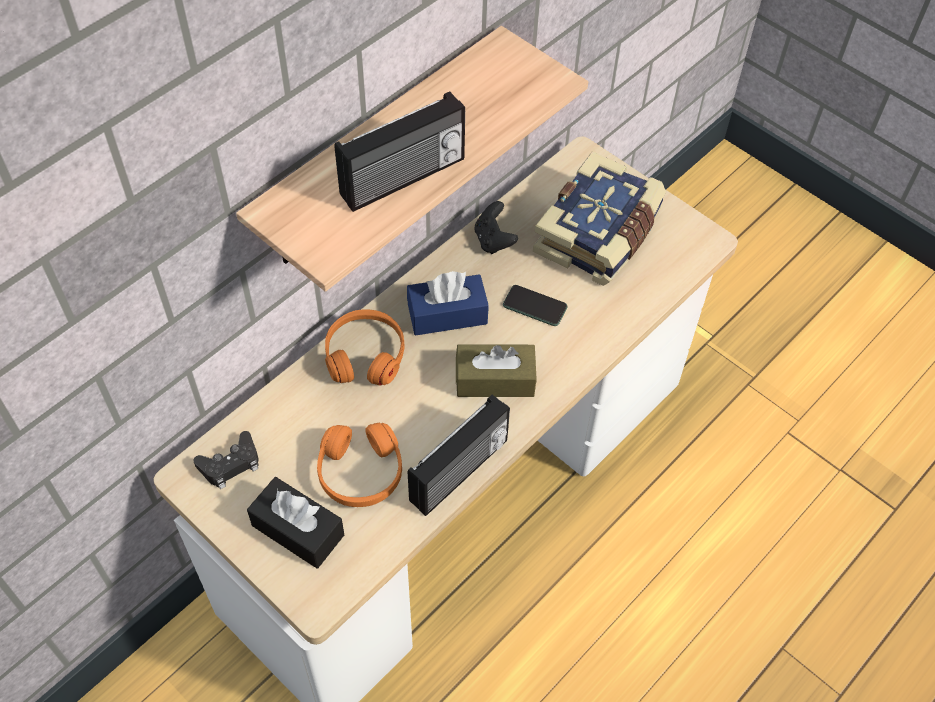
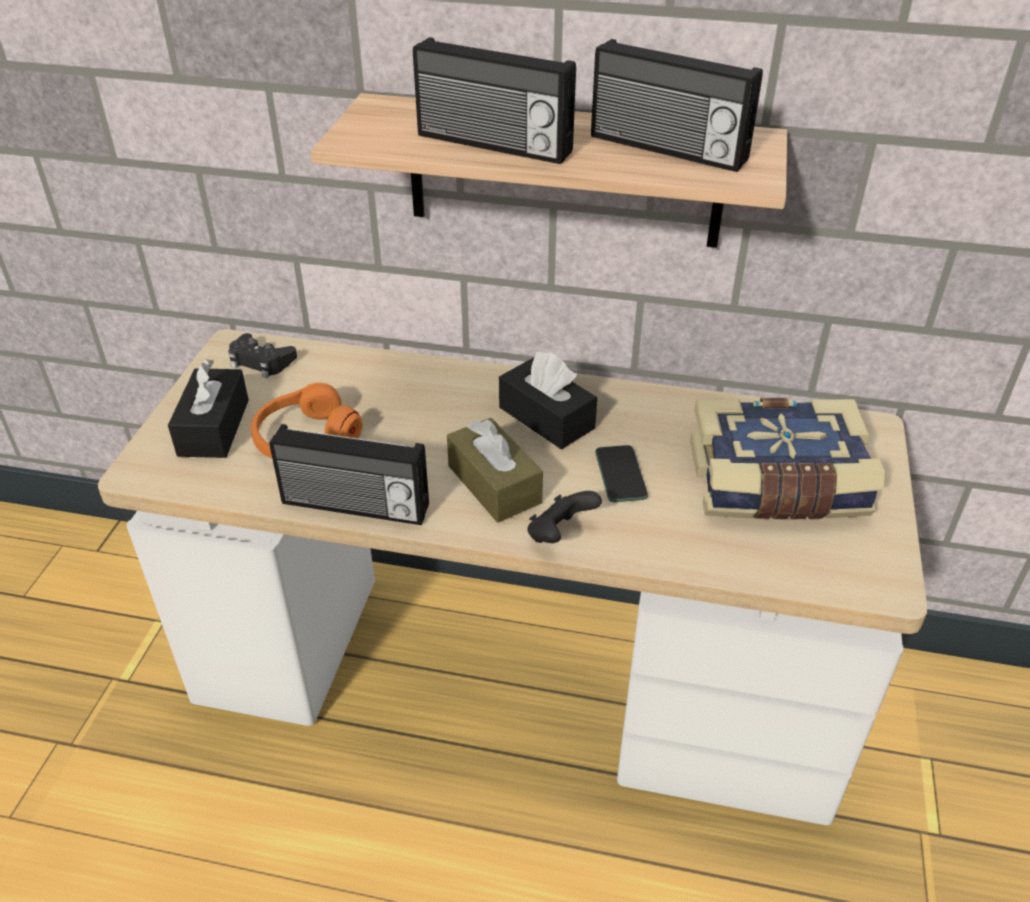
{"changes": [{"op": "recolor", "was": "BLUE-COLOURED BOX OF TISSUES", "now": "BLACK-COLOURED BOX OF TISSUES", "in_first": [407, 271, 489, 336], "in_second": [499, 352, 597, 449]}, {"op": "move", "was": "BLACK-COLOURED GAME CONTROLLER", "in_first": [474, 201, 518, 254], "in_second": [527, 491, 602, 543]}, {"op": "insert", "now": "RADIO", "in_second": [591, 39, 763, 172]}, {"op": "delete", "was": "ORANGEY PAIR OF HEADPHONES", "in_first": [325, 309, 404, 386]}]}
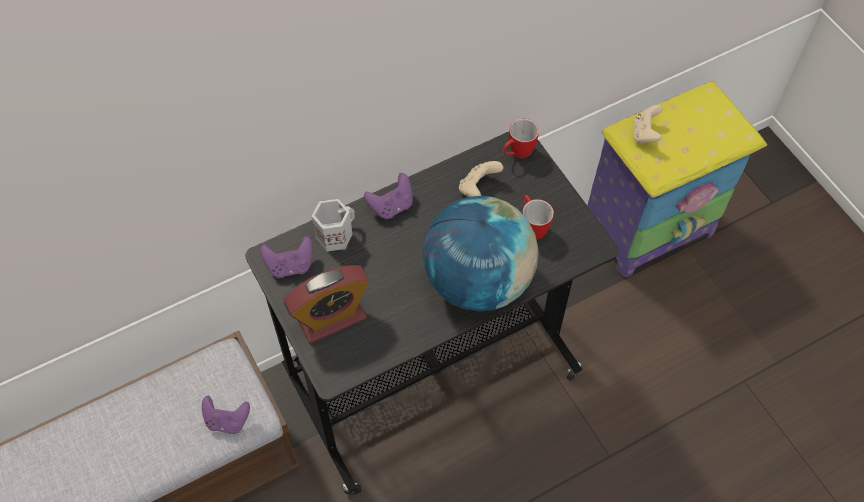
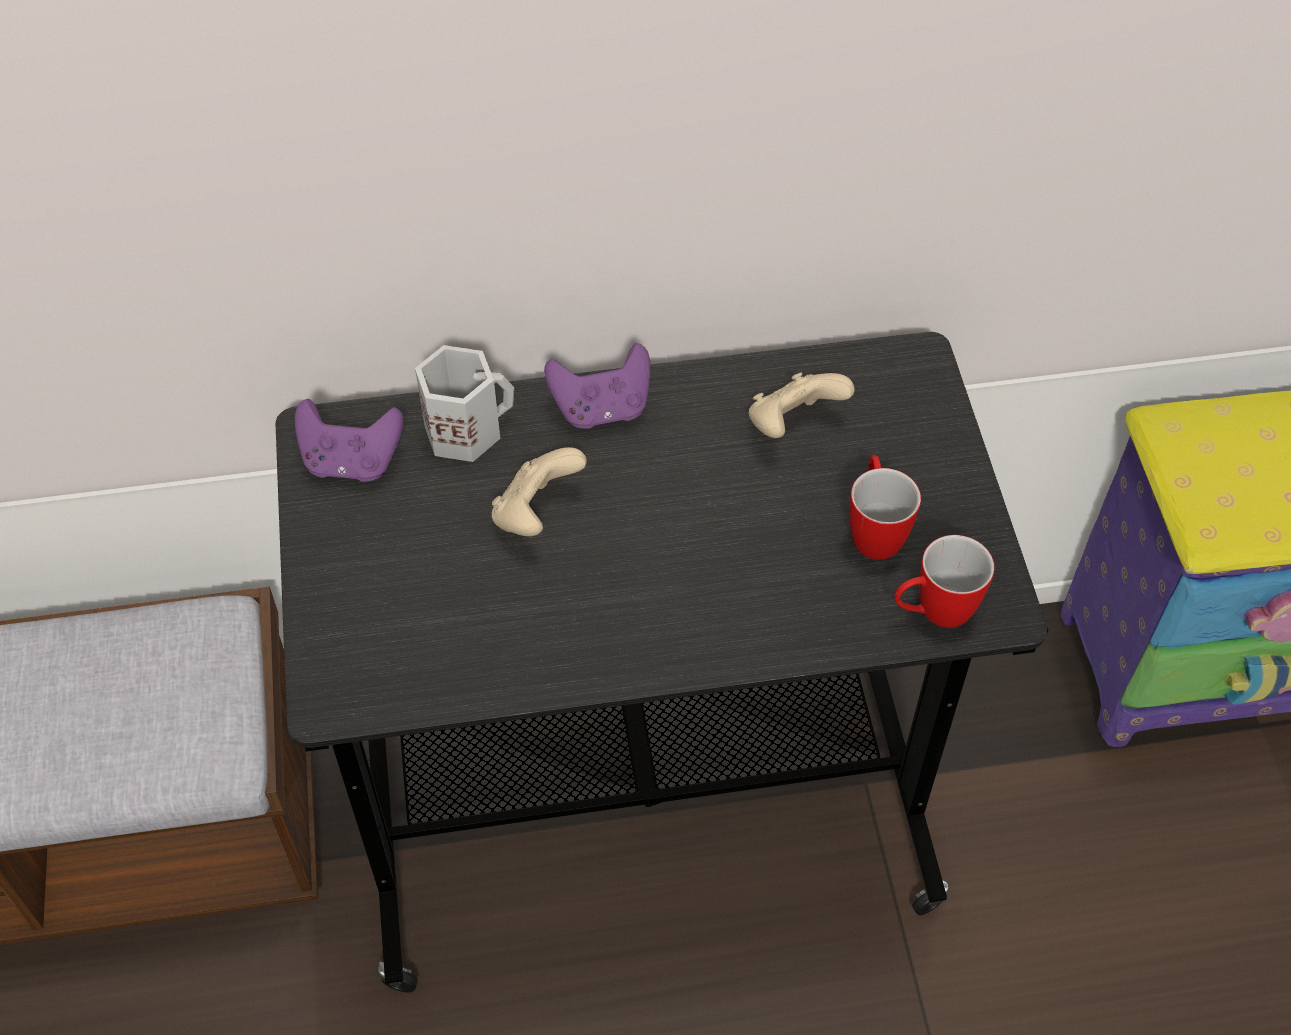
{"changes": [{"op": "move", "was": "BEIGE-COLOURED GAME CONTROLLER", "in_first": [633, 105, 663, 144], "in_second": [492, 447, 587, 536]}, {"op": "move", "was": "COFFEE MUG", "in_first": [503, 119, 539, 158], "in_second": [894, 535, 995, 628]}, {"op": "delete", "was": "PURPLE GAME CONTROLLER", "in_first": [202, 396, 250, 434]}, {"op": "delete", "was": "BEDSIDE CLOCK", "in_first": [283, 265, 369, 344]}, {"op": "delete", "was": "DESK GLOBE", "in_first": [423, 196, 539, 312]}]}
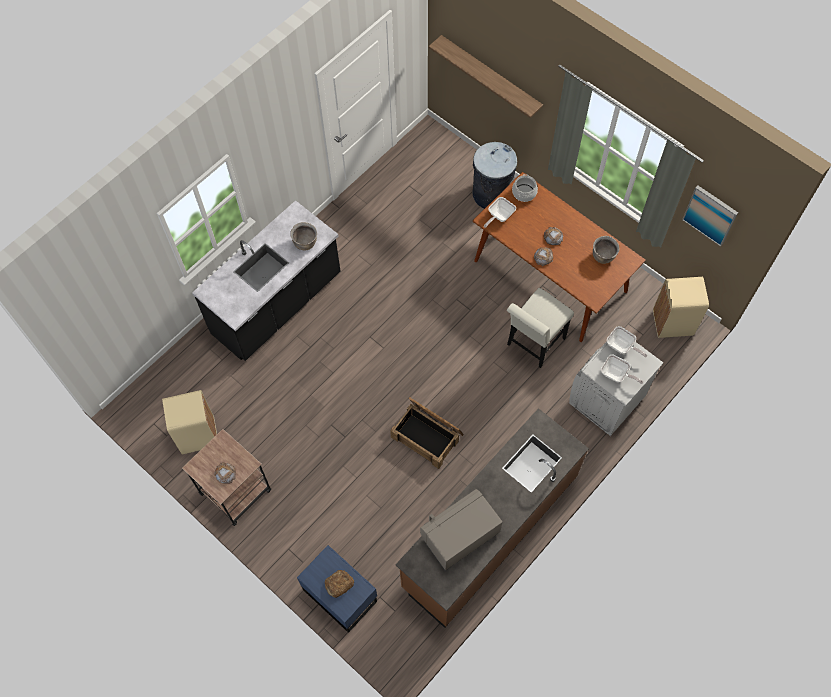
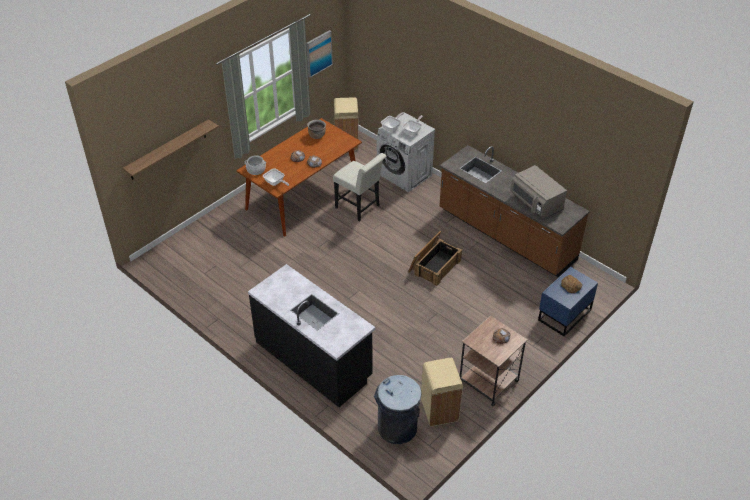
{"changes": [{"op": "move", "was": "GREY WASTE BIN", "in_first": [473, 142, 517, 209], "in_second": [374, 375, 422, 444]}, {"op": "delete", "was": "BROWNISH COOKING POT", "in_first": [290, 222, 317, 251]}]}
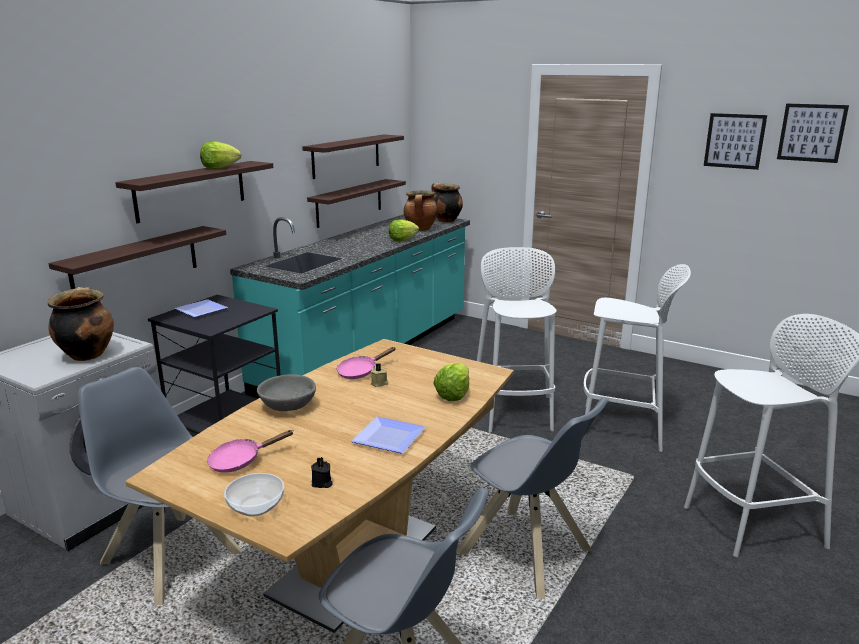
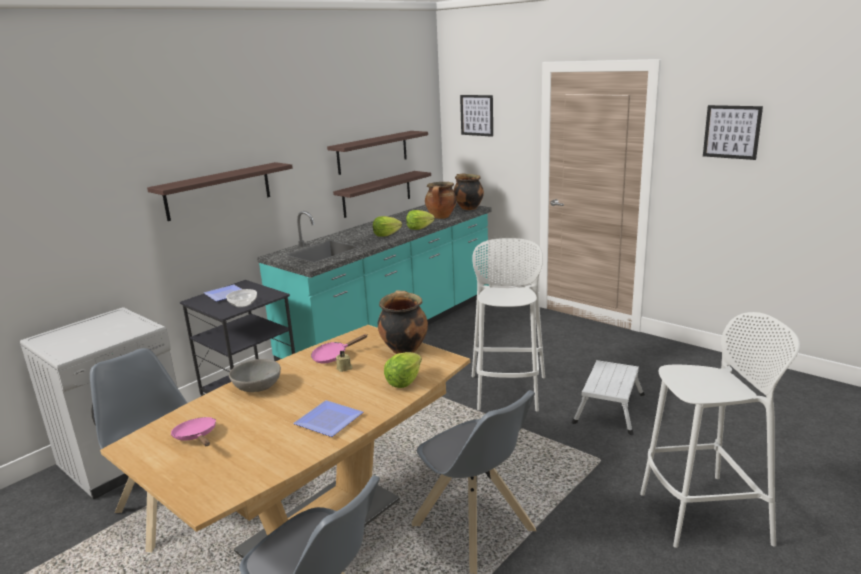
{"changes": [{"op": "rotate", "was": "PINK PAN", "in_first": [207, 430, 294, 473], "in_second": [171, 417, 216, 447], "clockwise": 75}, {"op": "move", "was": "DEEP DISH", "in_first": [224, 473, 284, 517], "in_second": [226, 289, 257, 307]}, {"op": "move", "was": "HEAD OF LETTUCE", "in_first": [200, 141, 241, 169], "in_second": [373, 216, 402, 237]}, {"op": "move", "was": "COOKING POT", "in_first": [48, 287, 114, 361], "in_second": [378, 290, 428, 354]}, {"op": "move", "was": "WALL ART", "in_first": [777, 104, 849, 163], "in_second": [460, 95, 493, 137]}, {"op": "replace", "was": "WHITE SITTING STOOL", "now": "WHITE STEP STOOL", "in_first": [583, 264, 691, 452], "in_second": [571, 360, 645, 436]}, {"op": "delete", "was": "BRACKET SHELF", "in_first": [49, 226, 226, 289]}, {"op": "delete", "was": "BLACK-COLOURED WAX LIGHT", "in_first": [311, 457, 333, 488]}]}
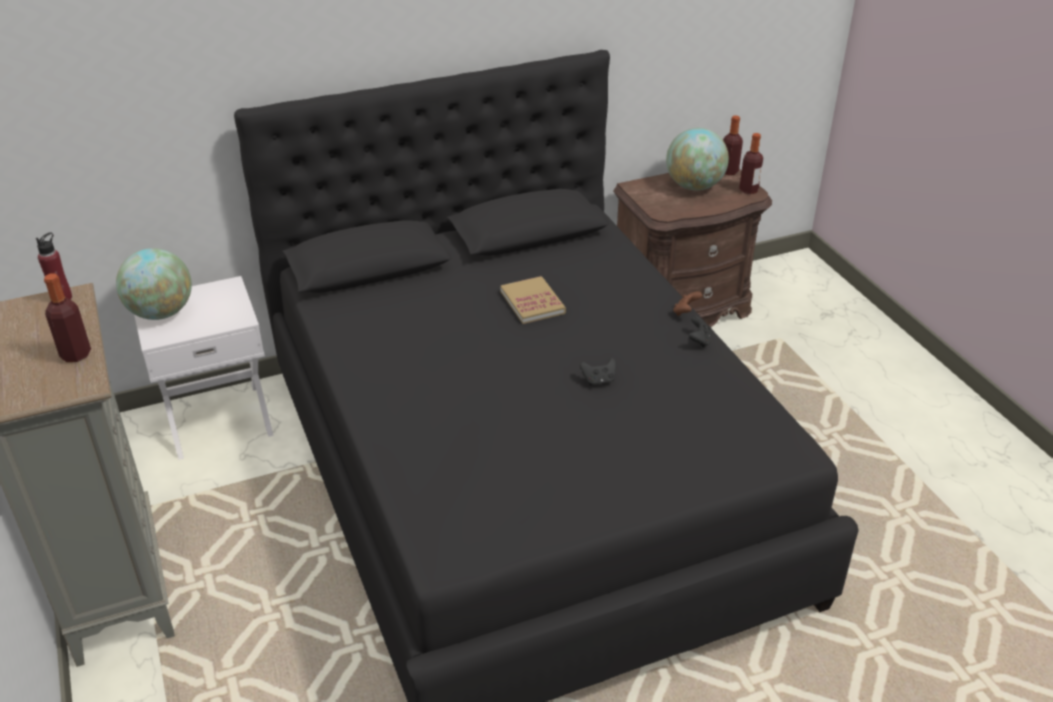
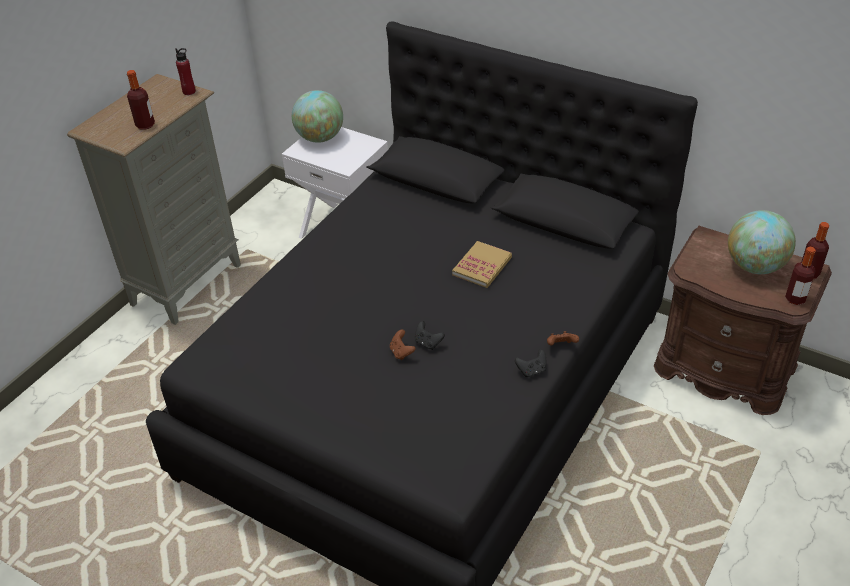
{"changes": [{"op": "insert", "now": "BROWNISH GAME CONTROLLER", "in_second": [390, 329, 415, 360]}]}
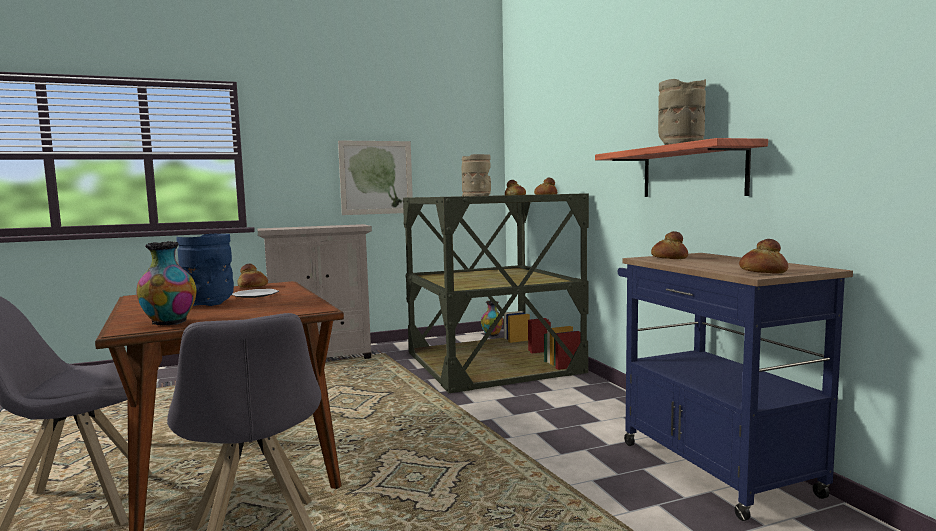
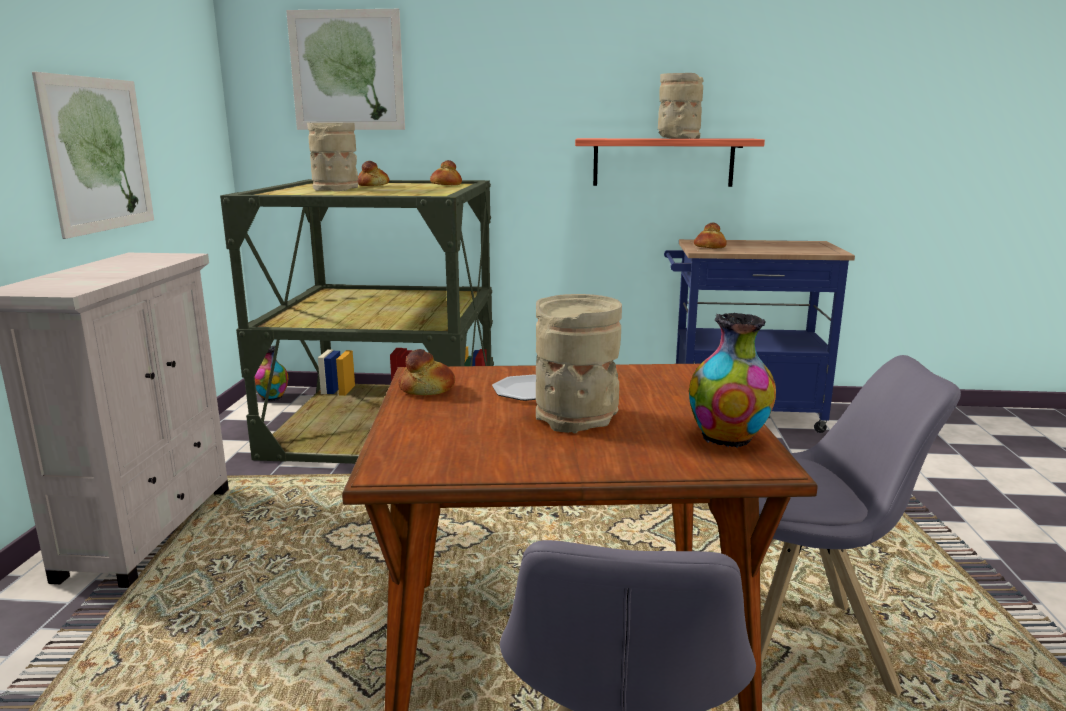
{"changes": [{"op": "insert", "now": "WALL ART", "in_second": [286, 9, 405, 130]}, {"op": "recolor", "was": "BLUE-COLOURED DECORATIVE VASE", "now": "BEIGE-COLOURED DECORATIVE VASE", "in_first": [176, 234, 234, 306], "in_second": [536, 294, 622, 433]}, {"op": "delete", "was": "BREAD", "in_first": [739, 239, 788, 274]}]}
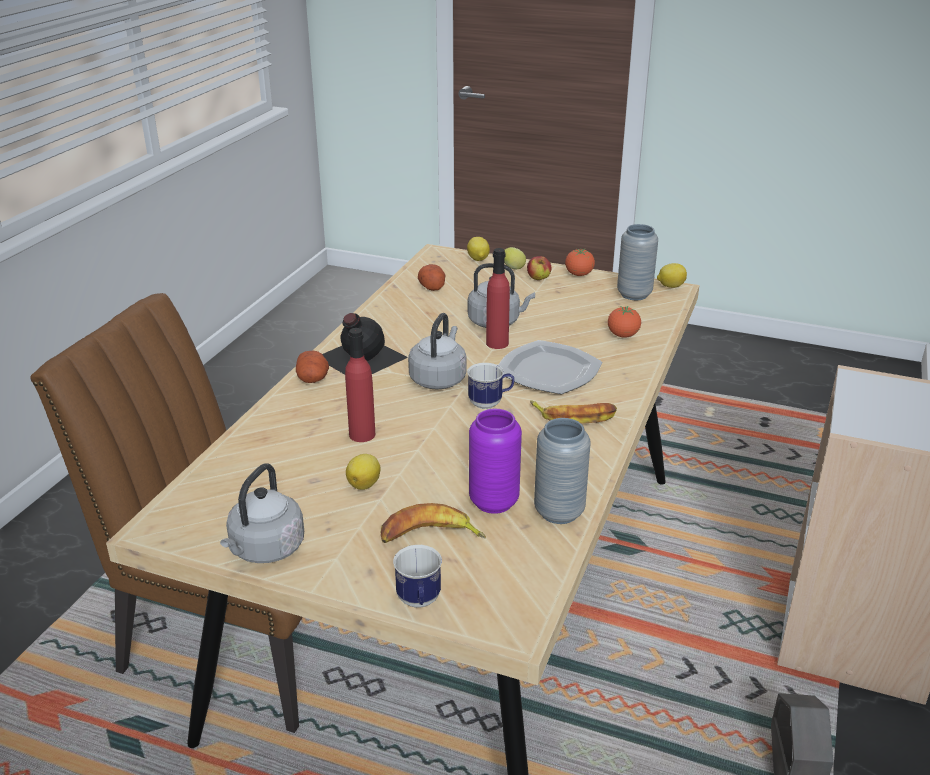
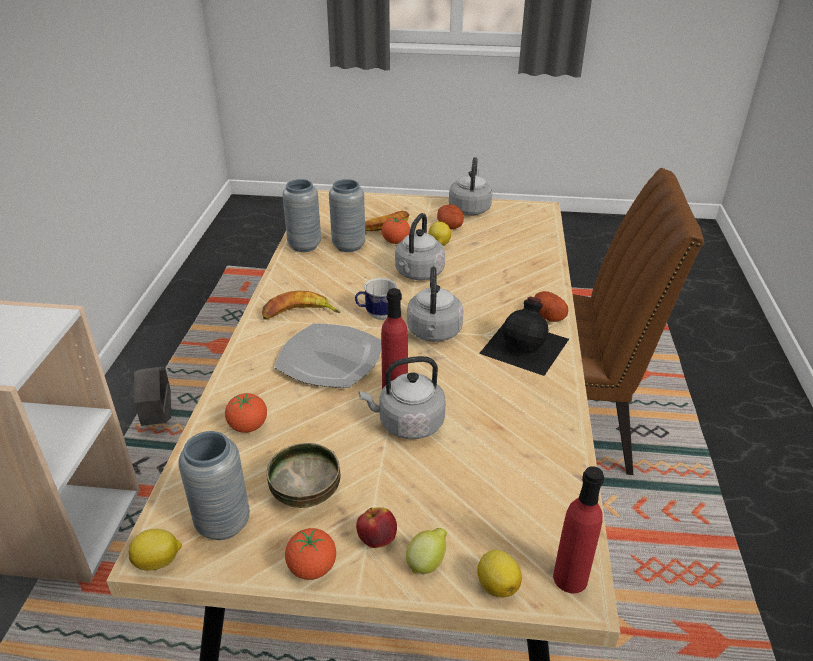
{"changes": [{"op": "insert", "now": "DEEP DISH", "in_second": [267, 443, 341, 508]}, {"op": "recolor", "was": "PURPLE DECORATIVE VASE", "now": "GREY DECORATIVE VASE", "in_first": [469, 409, 522, 514], "in_second": [329, 179, 366, 252]}, {"op": "insert", "now": "FRESH TOMATO", "in_second": [382, 217, 410, 244]}, {"op": "insert", "now": "GREY TEA KETTLE", "in_second": [395, 213, 445, 280]}, {"op": "move", "was": "WHOLE POTATO", "in_first": [418, 264, 445, 291], "in_second": [437, 204, 464, 229]}, {"op": "move", "was": "REDDISH BEVERAGE BOTTLE", "in_first": [345, 328, 375, 442], "in_second": [553, 466, 604, 593]}, {"op": "delete", "was": "COFFEE MUG", "in_first": [393, 545, 442, 608]}]}
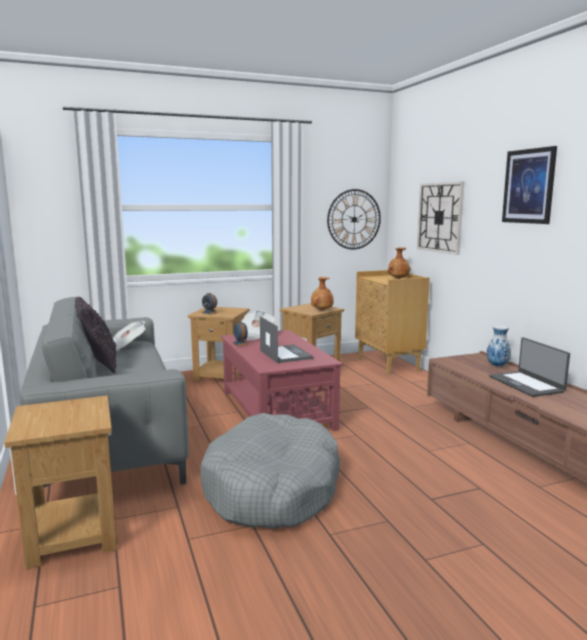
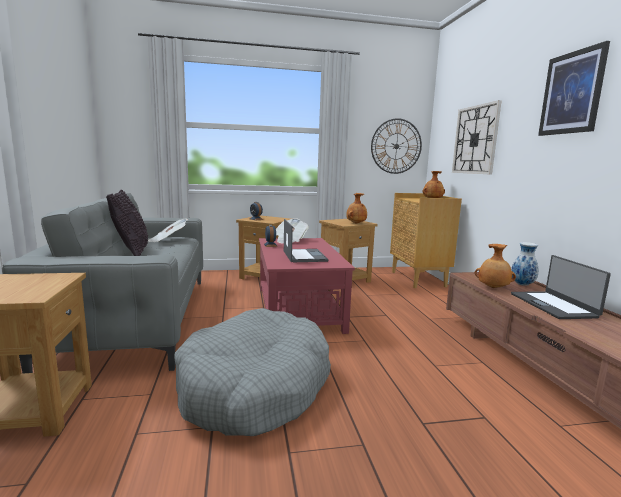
{"changes": [{"op": "insert", "now": "BROWNISH DECORATIVE VASE", "in_second": [475, 244, 516, 288]}]}
